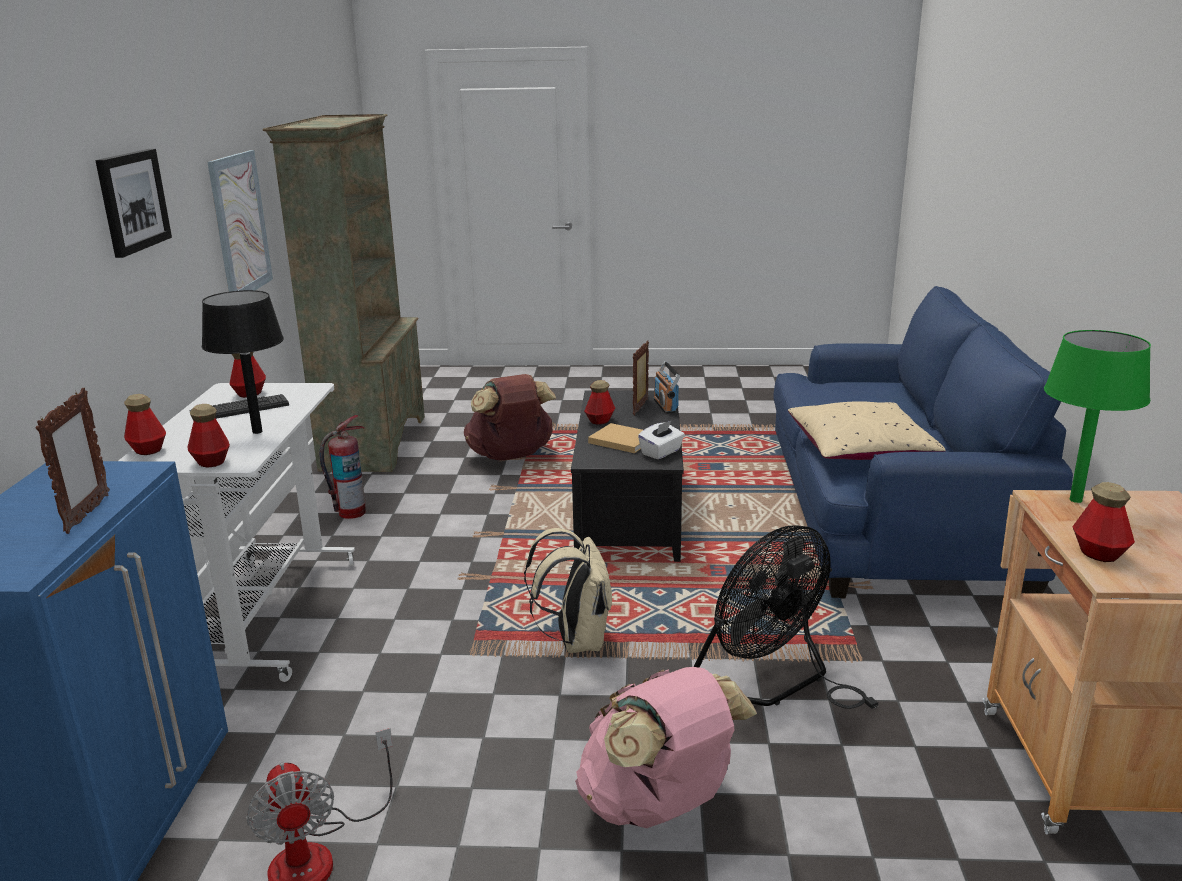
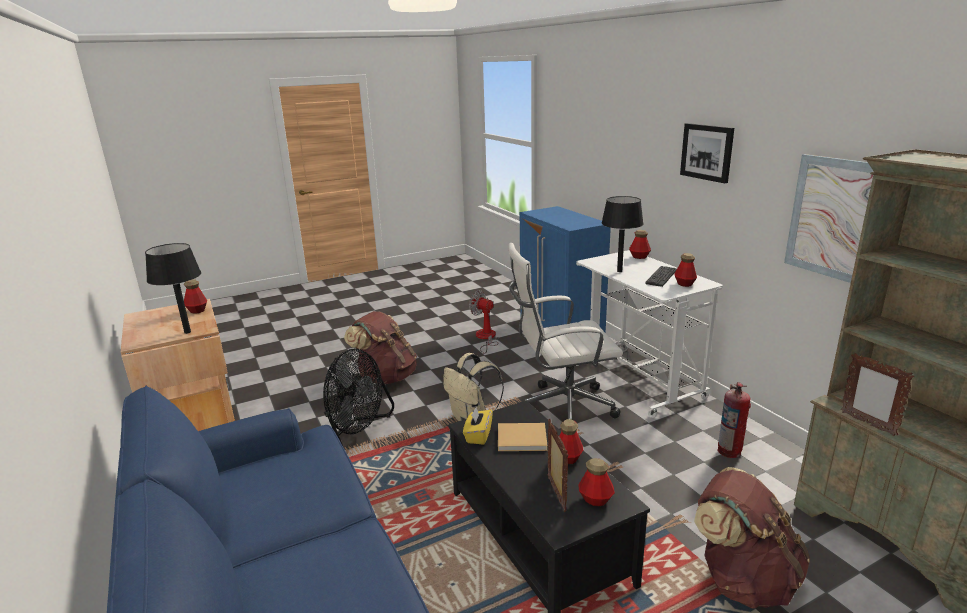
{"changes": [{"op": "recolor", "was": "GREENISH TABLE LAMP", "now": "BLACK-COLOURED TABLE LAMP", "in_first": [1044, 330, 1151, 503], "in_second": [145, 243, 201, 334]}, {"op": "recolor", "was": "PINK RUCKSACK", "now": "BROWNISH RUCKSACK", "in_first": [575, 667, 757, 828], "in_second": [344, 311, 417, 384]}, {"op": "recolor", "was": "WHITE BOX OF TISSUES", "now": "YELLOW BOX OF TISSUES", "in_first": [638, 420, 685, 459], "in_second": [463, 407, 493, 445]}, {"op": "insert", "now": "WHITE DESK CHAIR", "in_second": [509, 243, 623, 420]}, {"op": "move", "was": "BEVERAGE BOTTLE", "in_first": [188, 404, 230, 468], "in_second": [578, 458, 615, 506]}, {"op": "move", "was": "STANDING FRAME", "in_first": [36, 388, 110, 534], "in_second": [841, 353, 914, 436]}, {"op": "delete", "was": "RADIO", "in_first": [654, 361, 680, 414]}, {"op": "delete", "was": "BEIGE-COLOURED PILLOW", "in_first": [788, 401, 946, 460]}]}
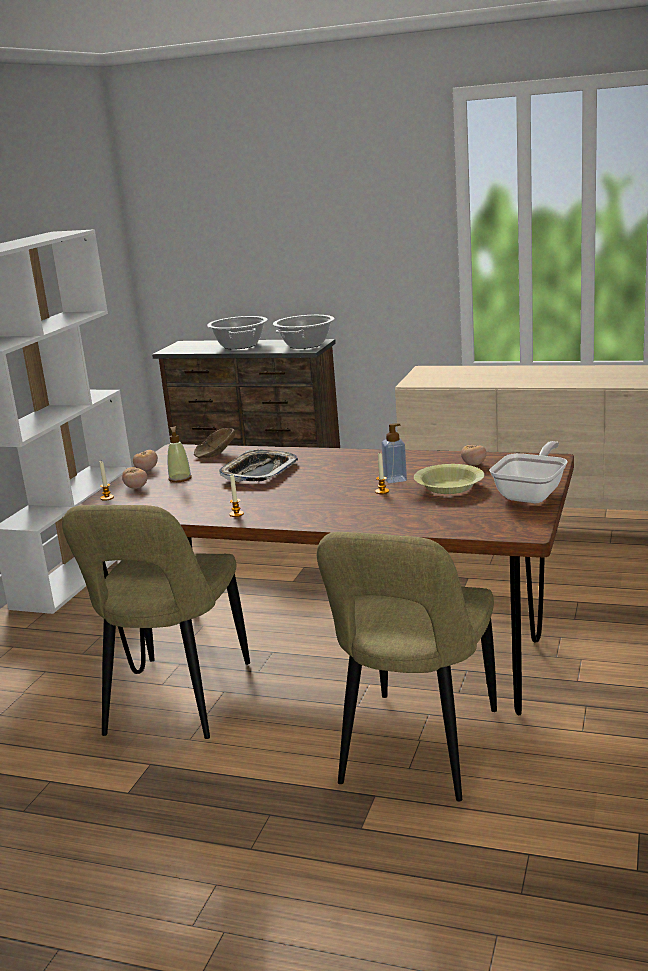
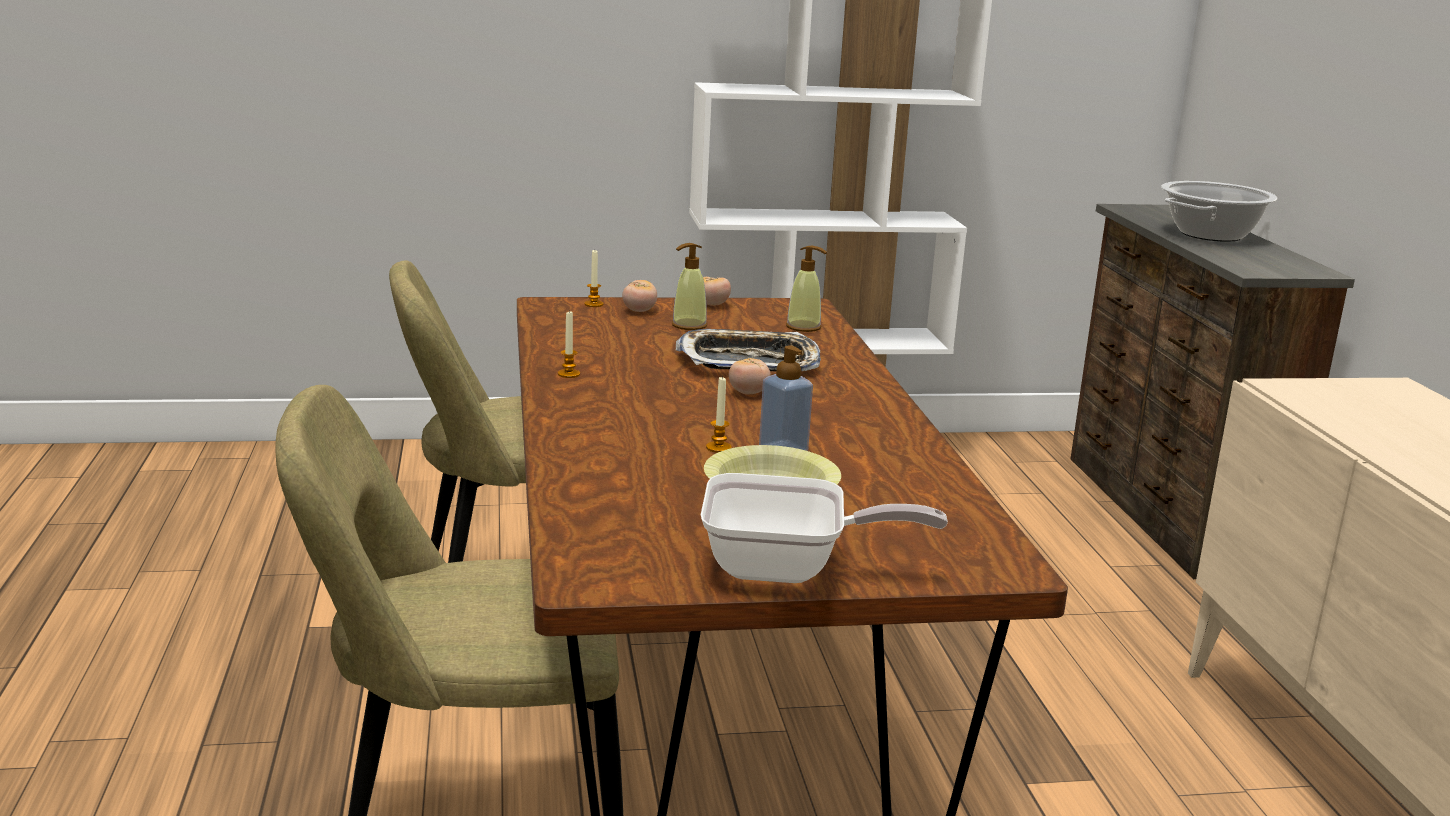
{"changes": [{"op": "move", "was": "FRESH TOMATO", "in_first": [461, 445, 487, 465], "in_second": [729, 358, 771, 395]}, {"op": "replace", "was": "BROWNISH DEEP DISH", "now": "SOAP DISPENSER", "in_first": [194, 428, 235, 459], "in_second": [786, 246, 827, 332]}, {"op": "delete", "was": "COOKING POT", "in_first": [273, 315, 335, 349]}]}
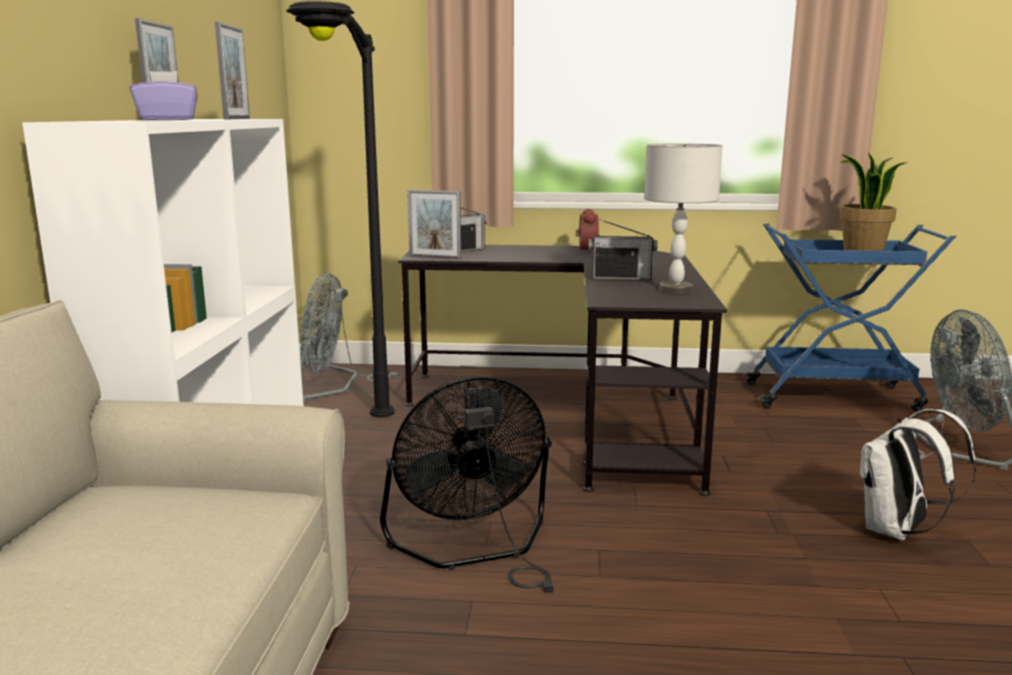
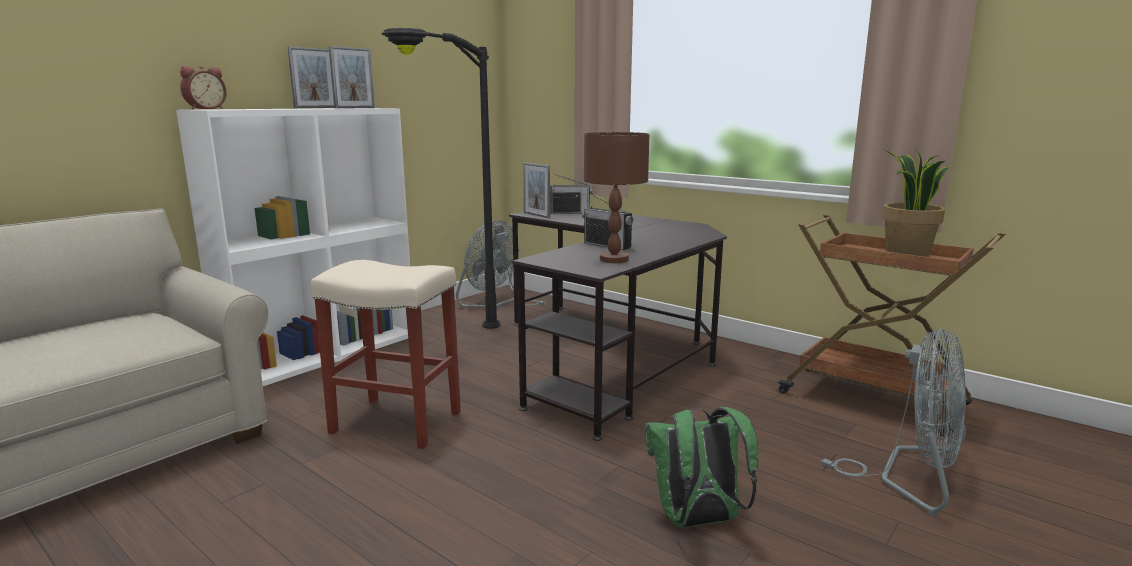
{"changes": [{"op": "move", "was": "BEDSIDE CLOCK", "in_first": [576, 209, 599, 252], "in_second": [180, 66, 227, 109]}, {"op": "replace", "was": "BLACK-COLOURED COOLING FAN", "now": "BEIGE-COLOURED SITTING STOOL", "in_first": [380, 377, 553, 593], "in_second": [311, 260, 461, 449]}, {"op": "recolor", "was": "GREY TABLE LAMP", "now": "BROWNISH TABLE LAMP", "in_first": [644, 143, 723, 294], "in_second": [584, 132, 650, 263]}, {"op": "recolor", "was": "WHITE RUCKSACK", "now": "GREENISH RUCKSACK", "in_first": [860, 409, 976, 540], "in_second": [646, 407, 758, 528]}, {"op": "recolor", "was": "BLUE-COLOURED TROLLEY", "now": "BROWNISH TROLLEY", "in_first": [742, 223, 956, 412], "in_second": [775, 215, 1006, 437]}, {"op": "delete", "was": "PURPLE BOX OF TISSUES", "in_first": [130, 71, 198, 120]}]}
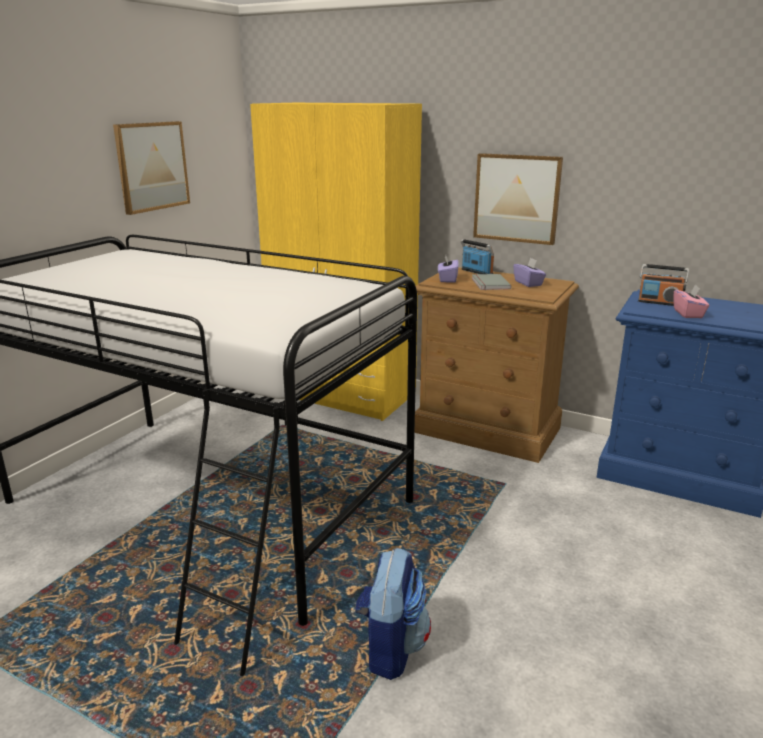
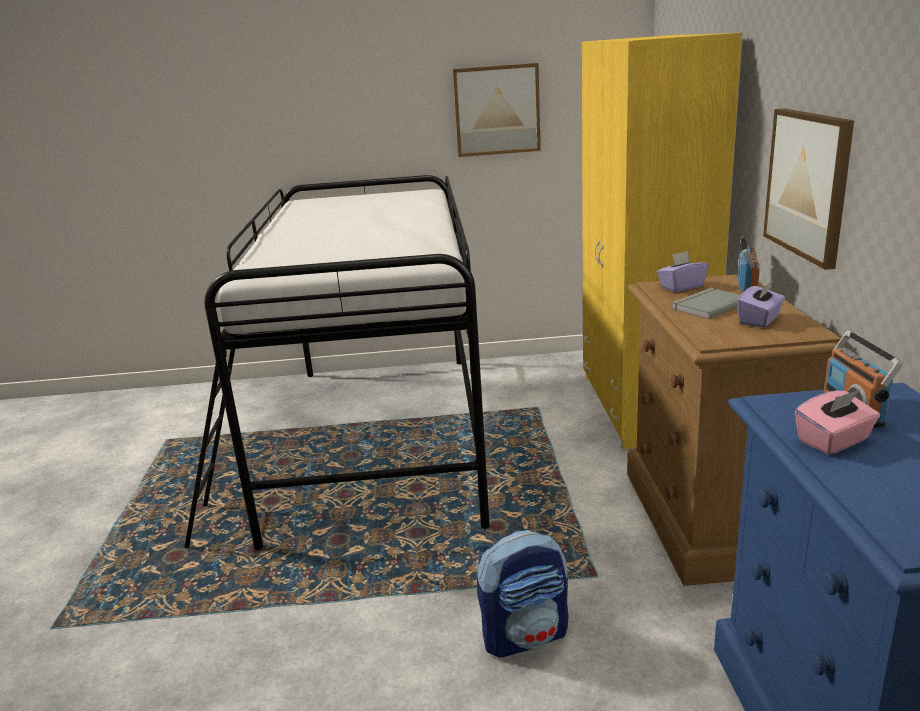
{"changes": [{"op": "move", "was": "RUCKSACK", "in_first": [355, 547, 431, 680], "in_second": [477, 530, 569, 657]}]}
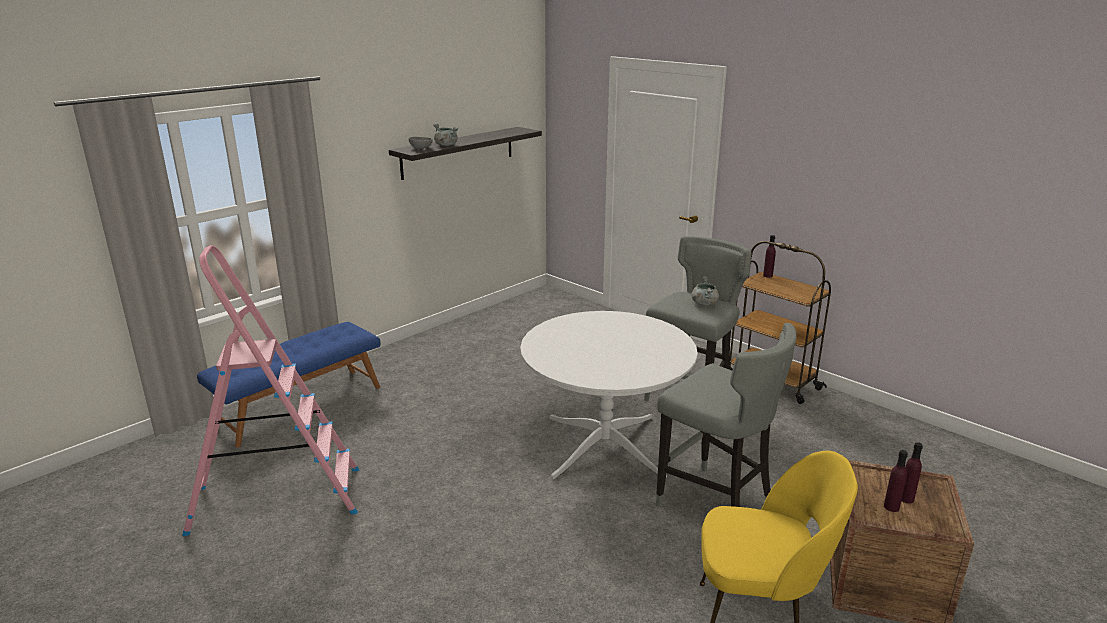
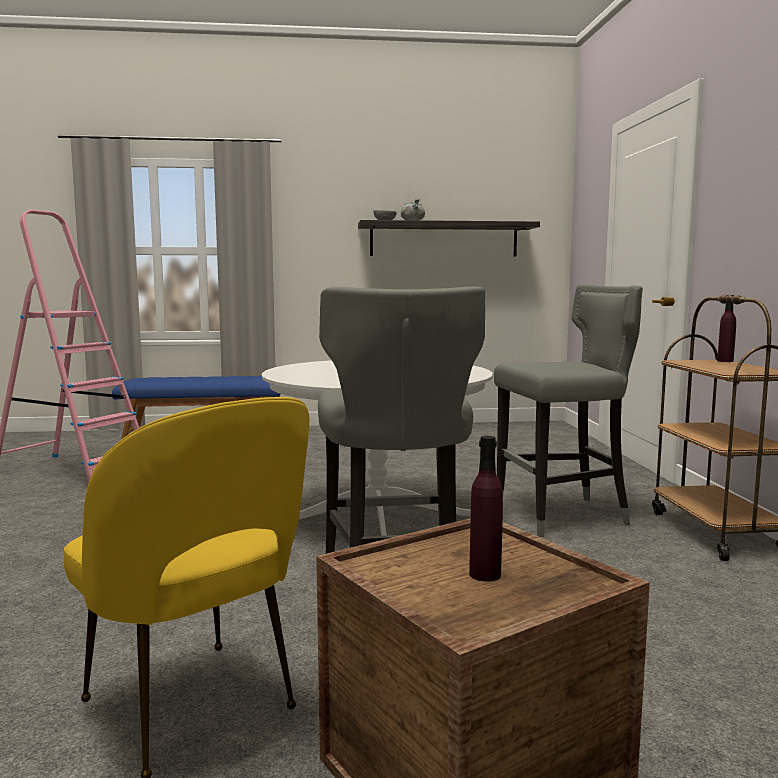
{"changes": [{"op": "delete", "was": "GREY COOKING POT", "in_first": [692, 276, 719, 305]}, {"op": "delete", "was": "PURPLE BEVERAGE BOTTLE", "in_first": [884, 450, 908, 512]}]}
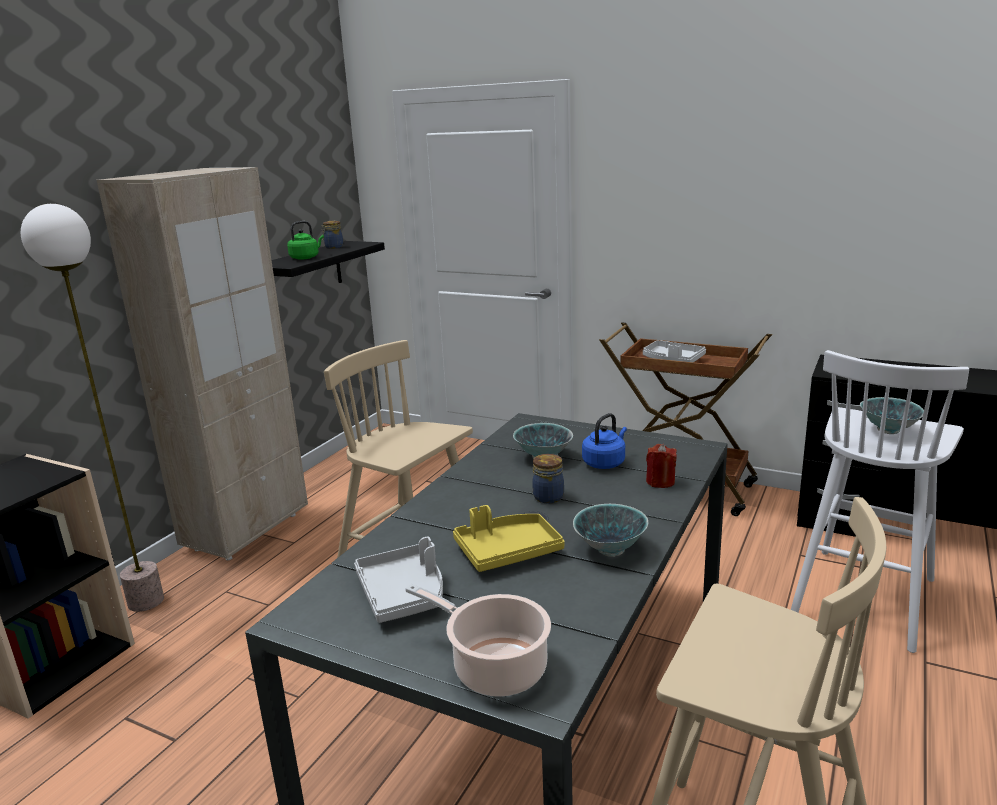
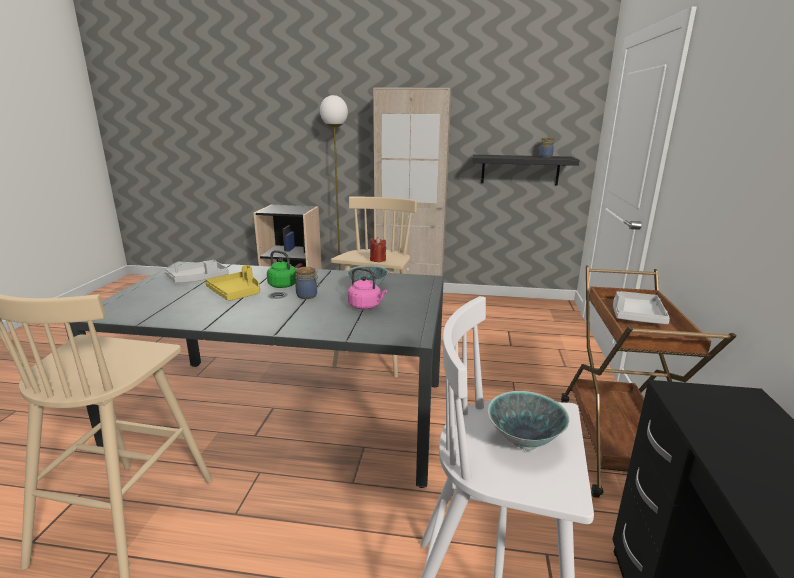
{"changes": [{"op": "move", "was": "GREENISH TEA KETTLE", "in_first": [287, 221, 324, 260], "in_second": [267, 250, 296, 288]}, {"op": "recolor", "was": "BLUE-COLOURED TEA KETTLE", "now": "PINK TEA KETTLE", "in_first": [582, 413, 627, 469], "in_second": [348, 268, 387, 309]}, {"op": "move", "was": "REDDISH WAX LIGHT", "in_first": [646, 444, 677, 488], "in_second": [370, 237, 386, 262]}, {"op": "delete", "was": "COOKING POT", "in_first": [405, 584, 551, 697]}, {"op": "delete", "was": "DEEP DISH", "in_first": [573, 504, 649, 557]}]}
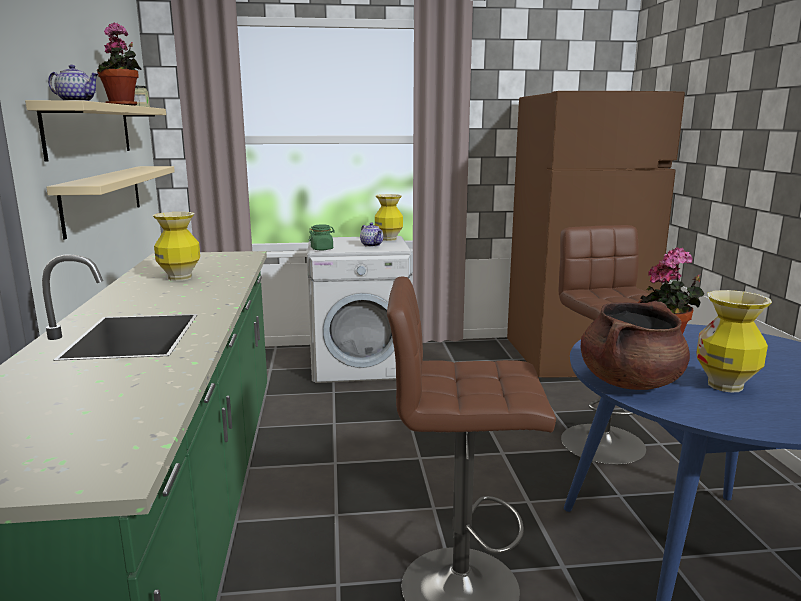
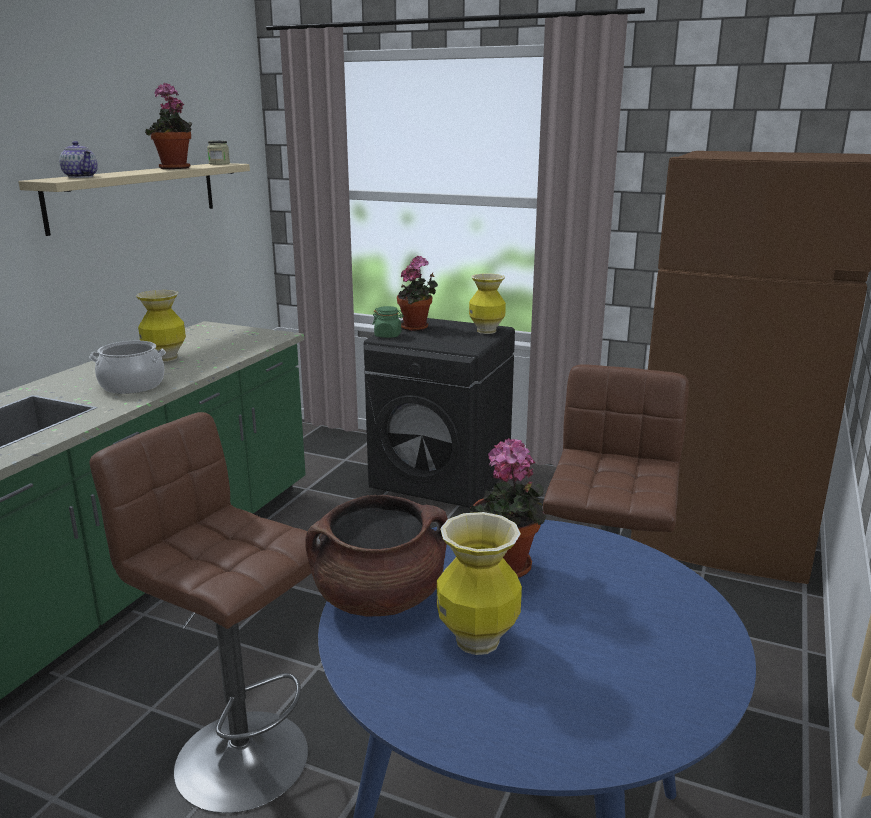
{"changes": [{"op": "insert", "now": "COOKING POT", "in_second": [89, 341, 166, 394]}, {"op": "recolor", "was": "WHITE LAUNDRY APPLIANCE", "now": "BLACK-COLOURED LAUNDRY APPLIANCE", "in_first": [307, 236, 413, 383], "in_second": [364, 318, 515, 508]}, {"op": "insert", "now": "POTTED PLANT", "in_second": [397, 256, 438, 331]}, {"op": "delete", "was": "BEIGE-COLOURED BRACKET SHELF", "in_first": [46, 166, 175, 240]}, {"op": "delete", "was": "TEA POT", "in_first": [360, 223, 383, 247]}]}
